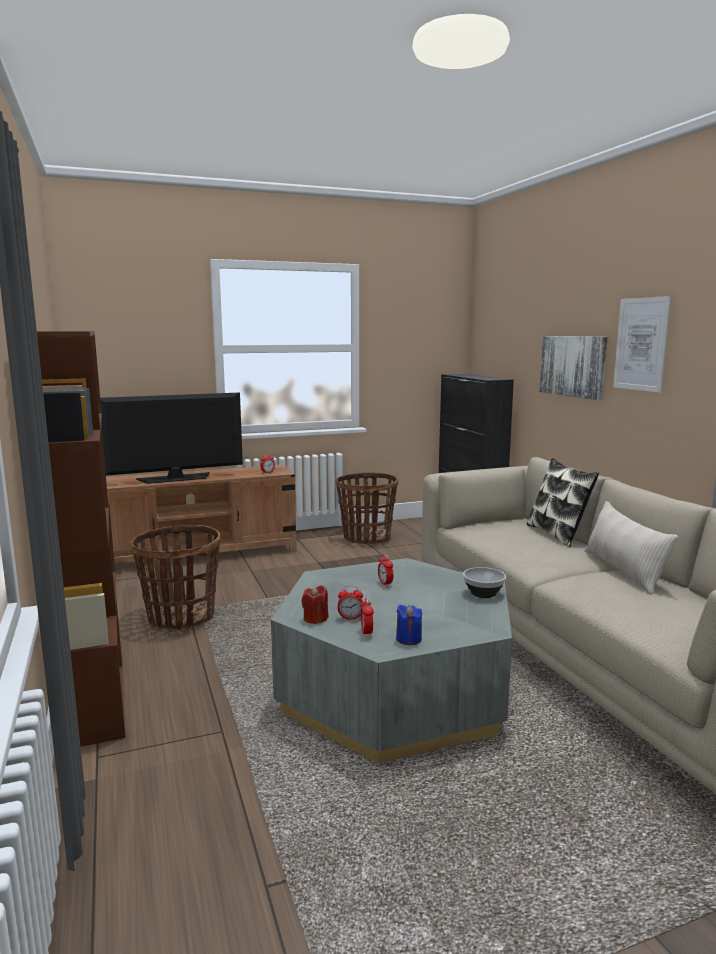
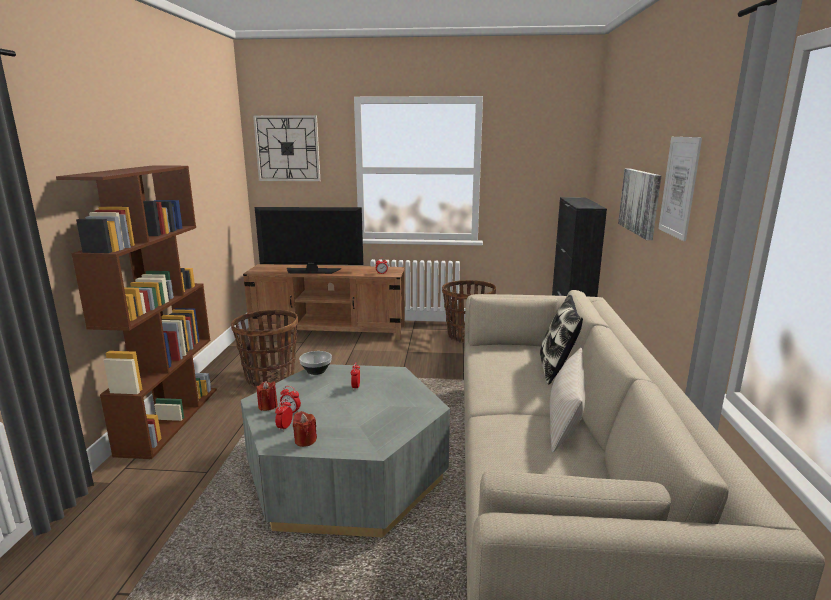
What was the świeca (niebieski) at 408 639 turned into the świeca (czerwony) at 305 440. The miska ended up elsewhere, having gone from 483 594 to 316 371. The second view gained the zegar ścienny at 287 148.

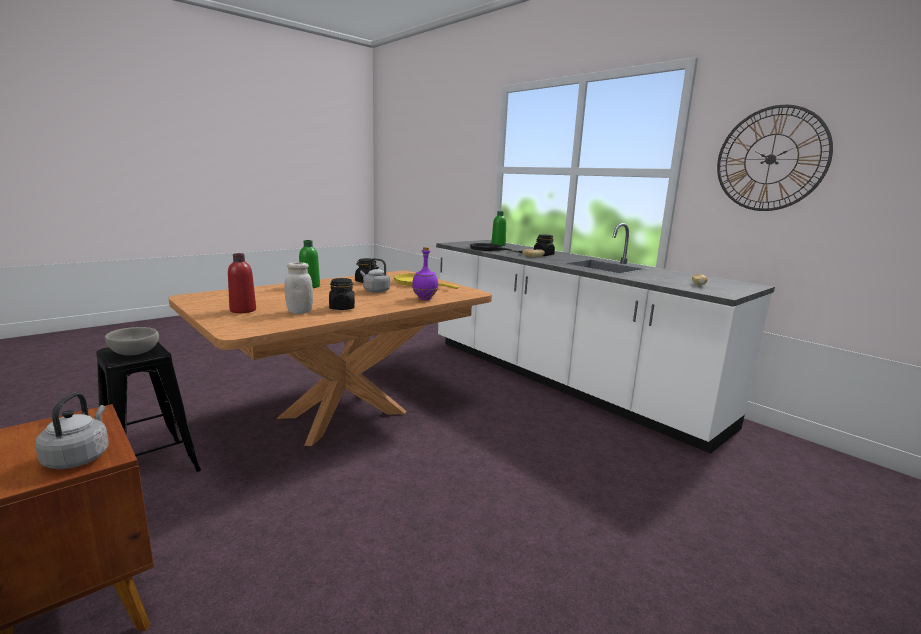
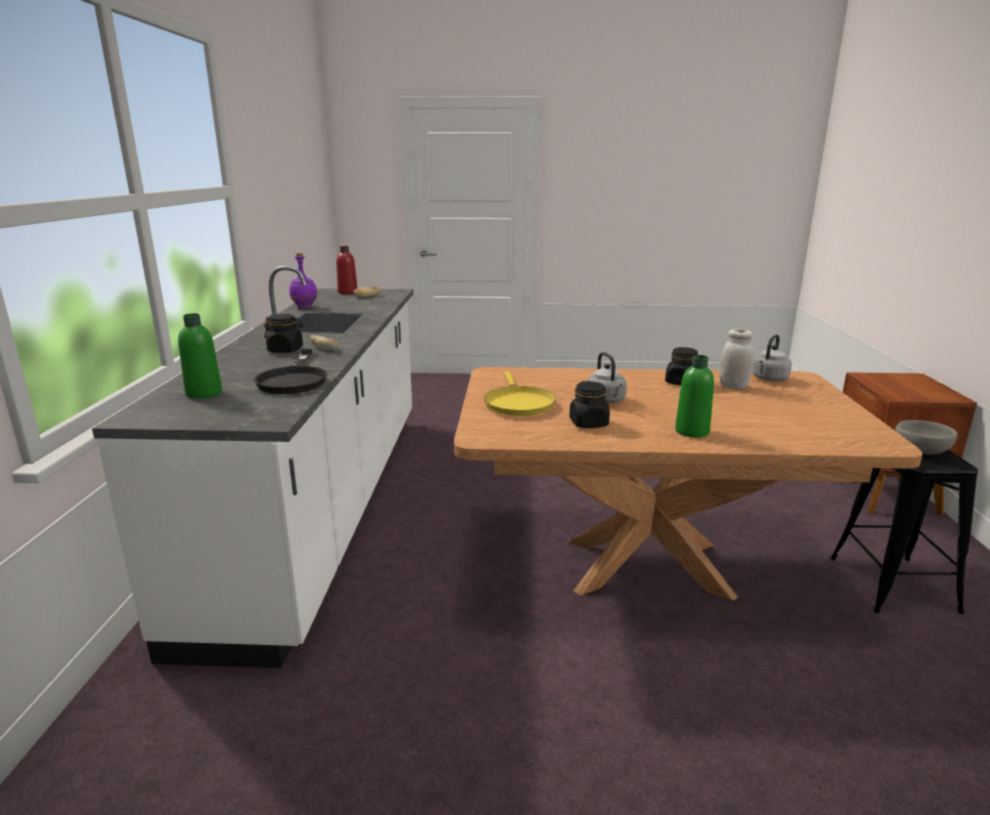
The czajnik (szary) ended up elsewhere, having gone from 79 457 to 768 379. The butelka (czerwony) ended up elsewhere, having gone from 243 310 to 347 292. The butelka (fioletowy) ended up elsewhere, having gone from 424 299 to 305 307. The second view lost the zegar ścienny at 770 159.

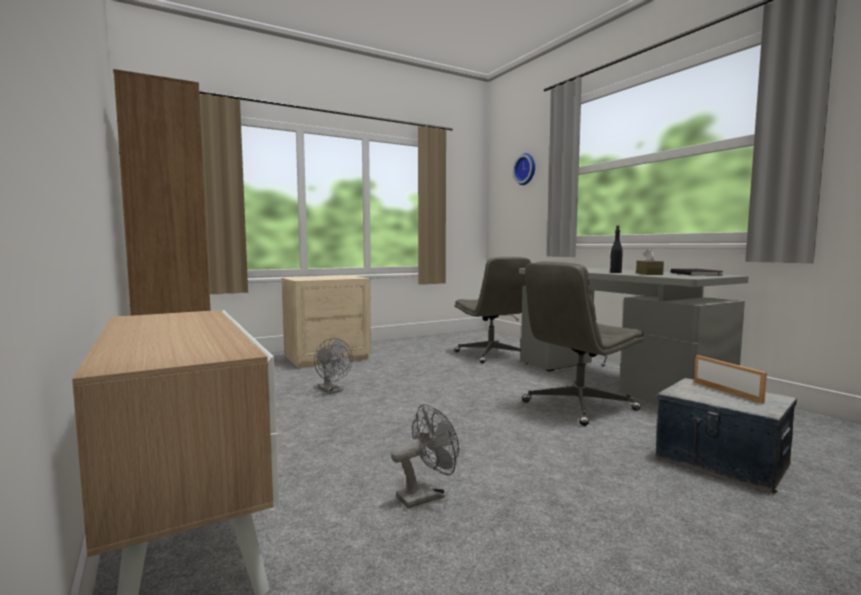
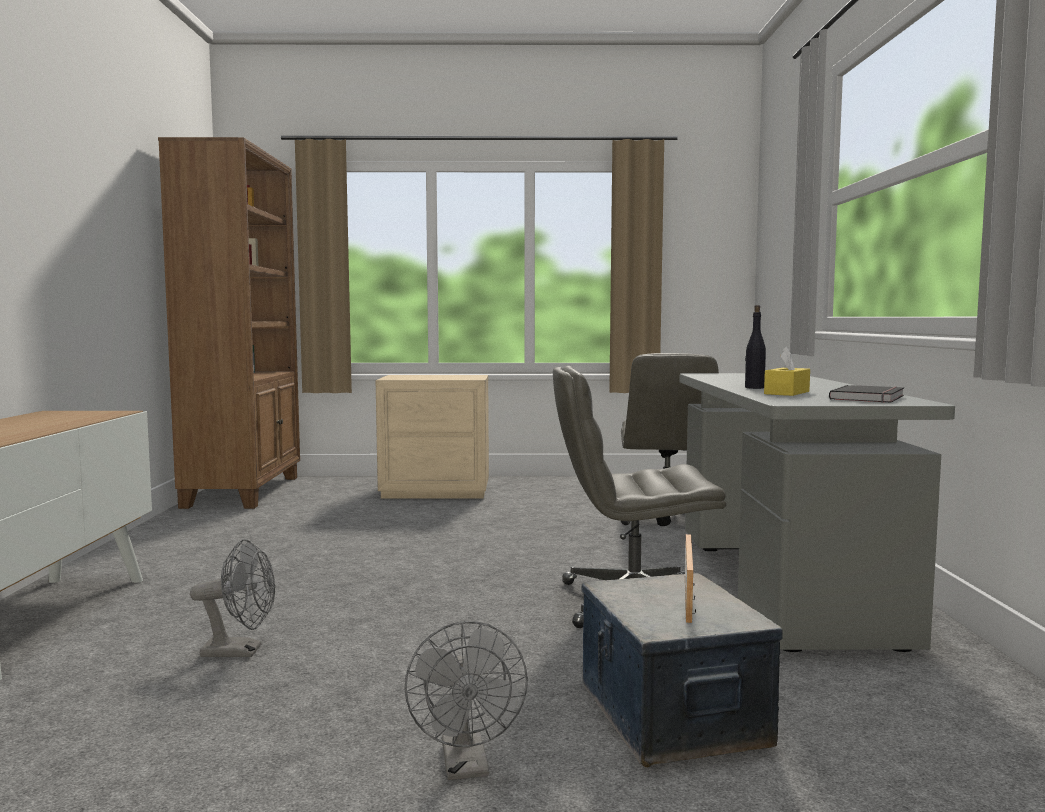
The wentylator (szary) ended up elsewhere, having gone from 332 391 to 467 767. The second view lost the zegar ścienny at 526 169. What was the pudełko chusteczek (brązowy) at 649 274 turned into the pudełko chusteczek (żółty) at 787 393.

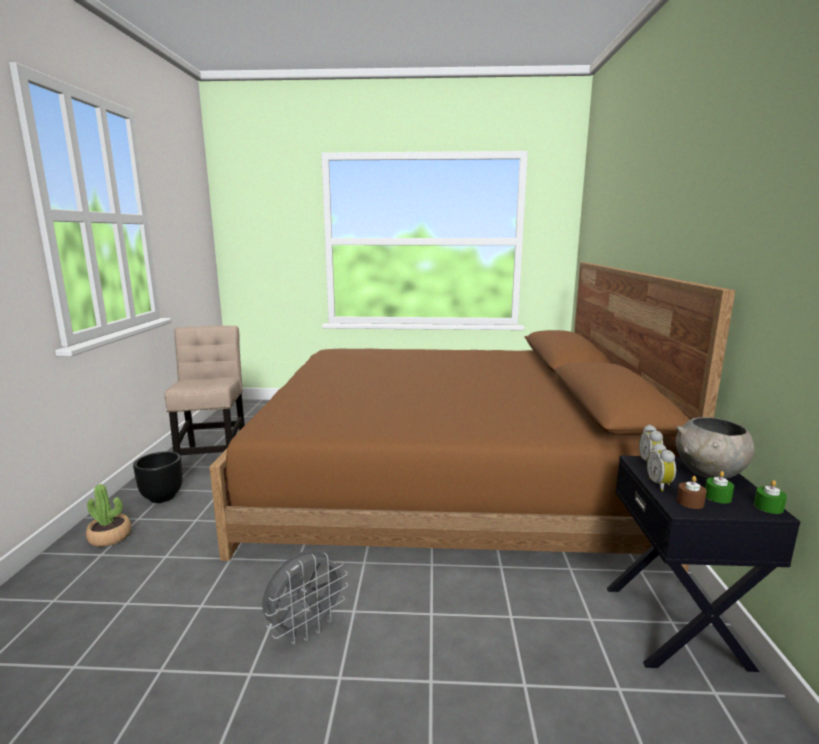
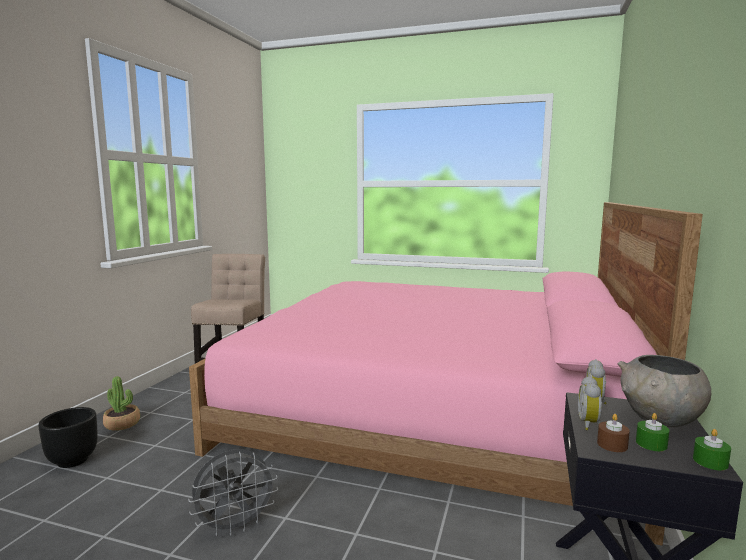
The donica (czarny) ended up elsewhere, having gone from 162 497 to 72 461. What was the łóżko (brązowy) at 445 470 turned into the łóżko (różowy) at 435 404.

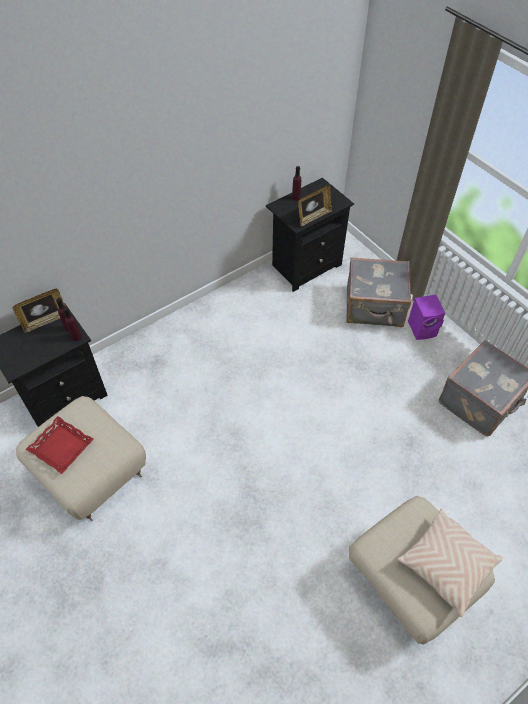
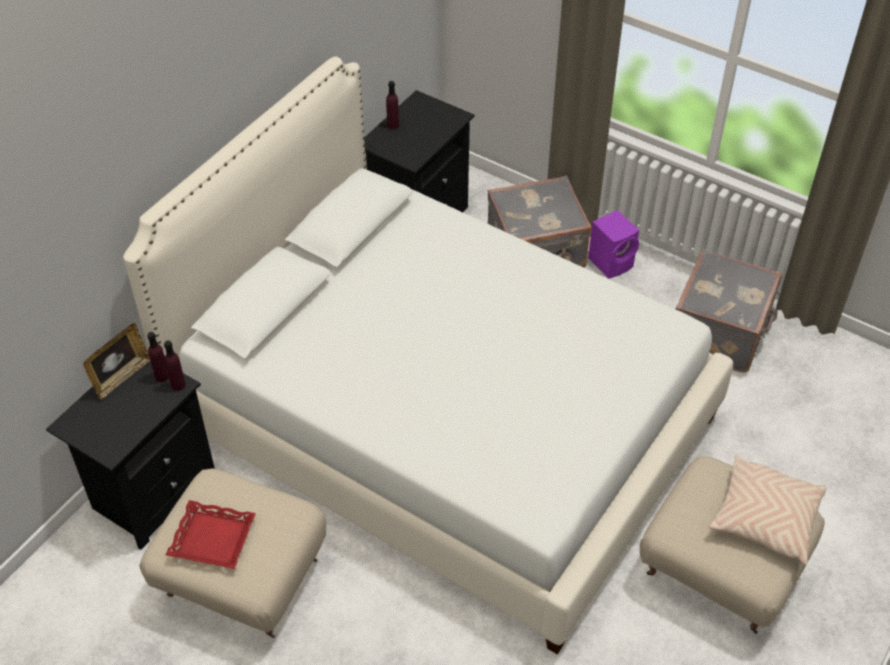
The second view lost the ramka na zdjęcie at 313 217. The second view gained the łóżko (biały) at 444 422.

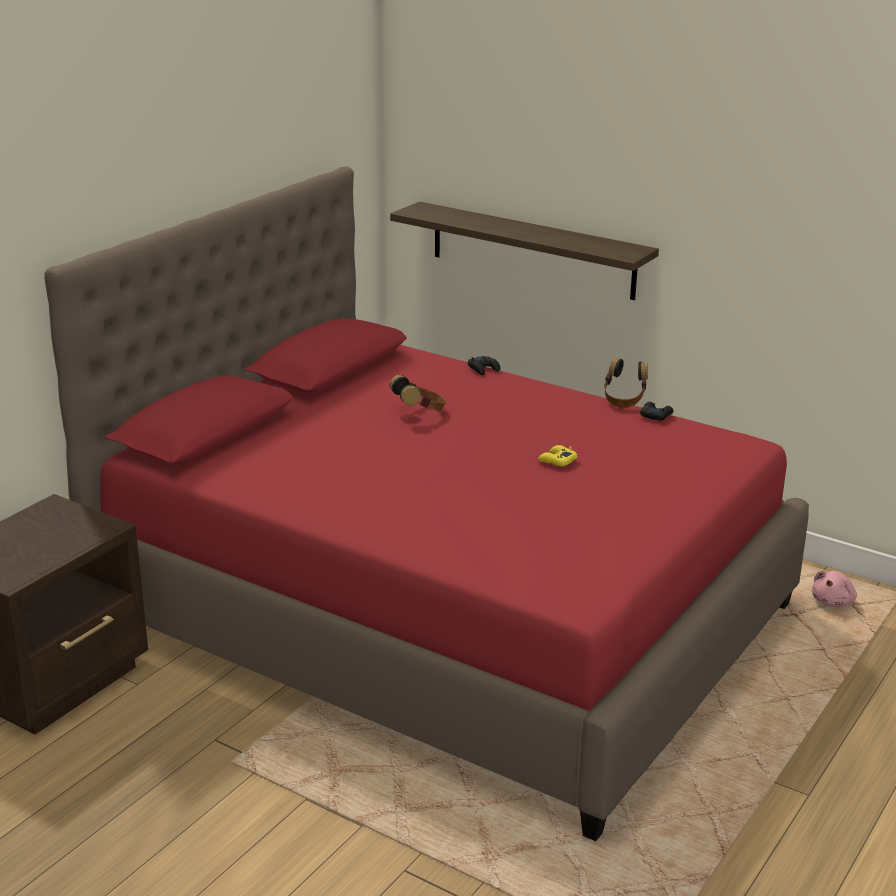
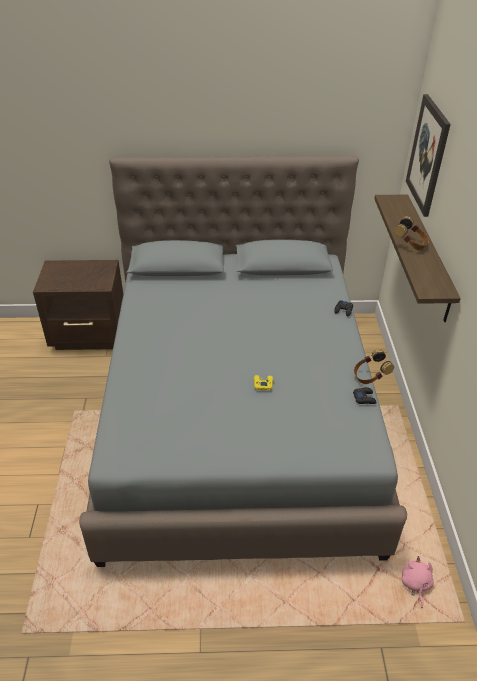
What was the łóżko (czerwony) at 444 613 turned into the łóżko (szary) at 238 417. The słuchawki ended up elsewhere, having gone from 420 412 to 410 245. The pluszak (różowy) at 833 601 ended up facing another way, 90 degrees clockwise from before. The second view gained the obraz at 428 155.

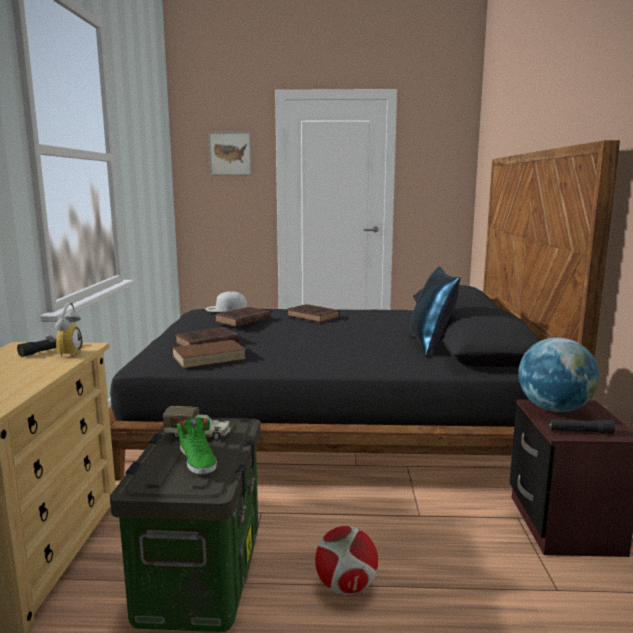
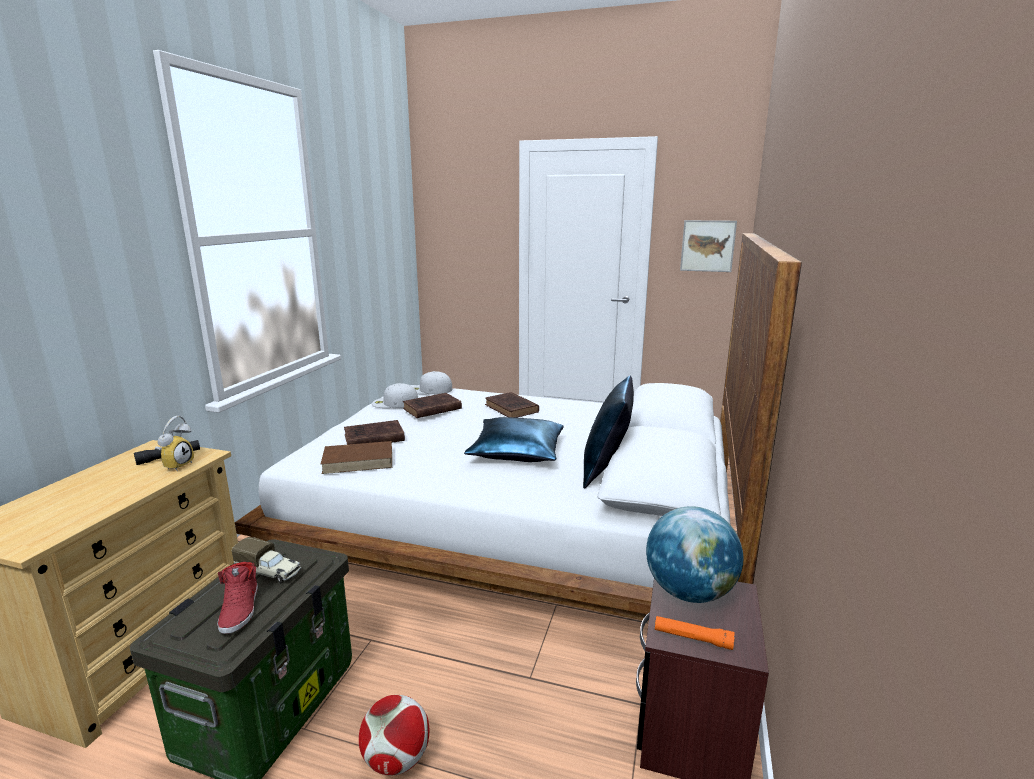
What was the łóżko (czarny) at 334 418 turned into the łóżko (biały) at 515 525. What was the but (zielony) at 198 460 turned into the but (czerwony) at 240 609. The obraz ended up elsewhere, having gone from 230 153 to 707 246. What was the latarka (czarny) at 580 432 turned into the latarka (pomarańczowy) at 692 638. The second view gained the czapka z daszkiem (biały) at 394 403. The second view gained the poduszka (niebieski) at 516 451.

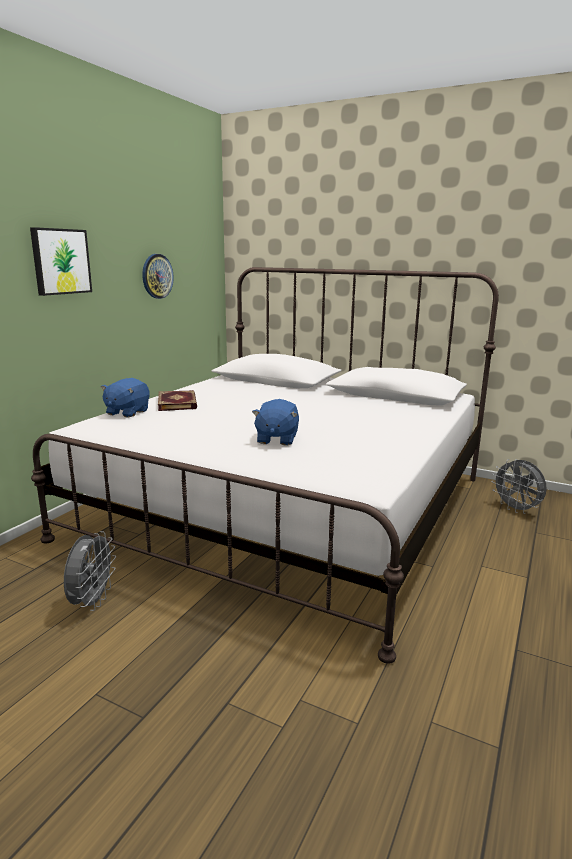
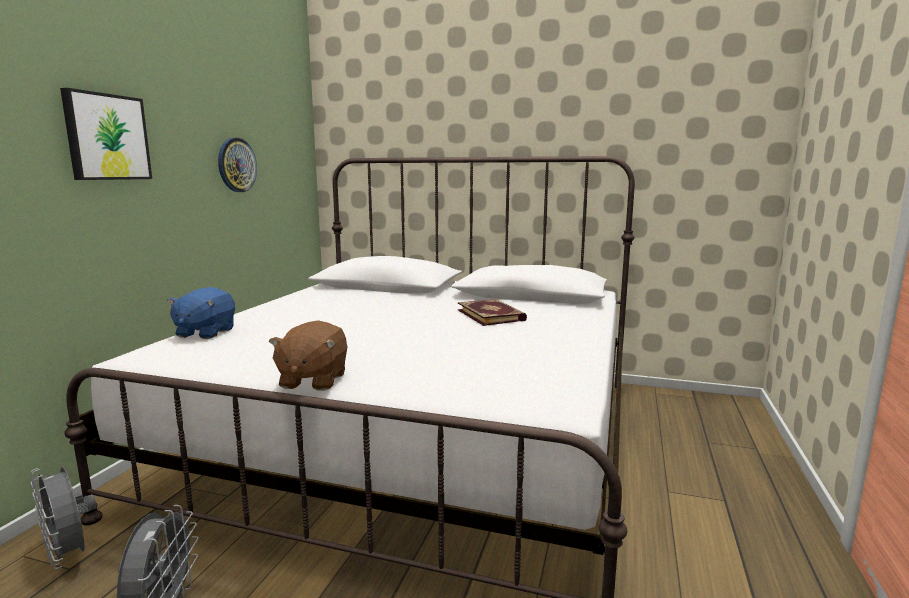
The książka ended up elsewhere, having gone from 178 403 to 491 315. The second view lost the pluszak (niebieski) at 276 439. The wentylator (szary) ended up elsewhere, having gone from 516 509 to 69 555. The second view gained the pluszak (brązowy) at 312 380.

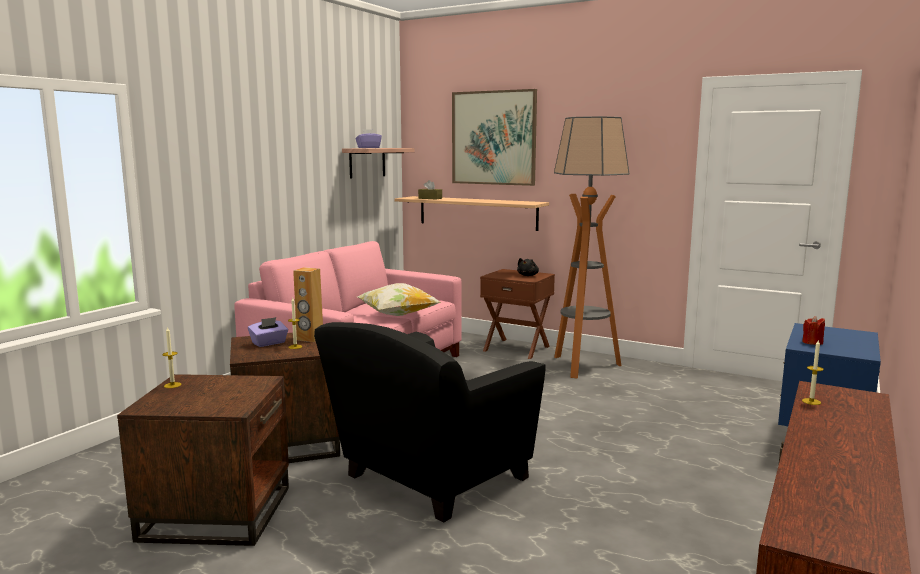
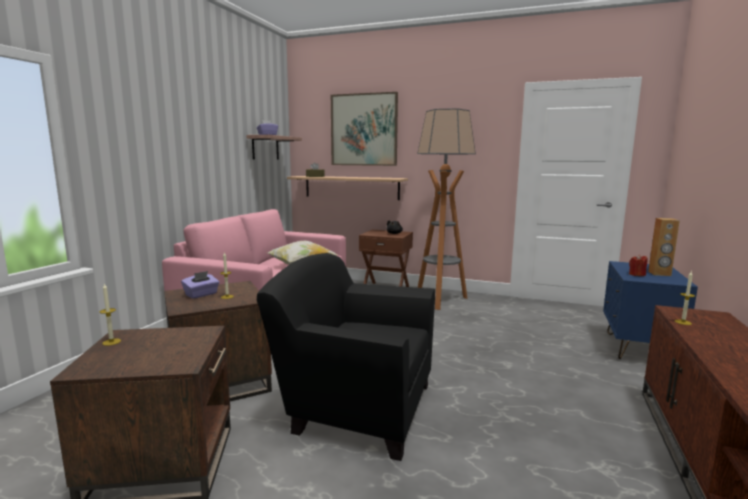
The głośnik (brązowy) ended up elsewhere, having gone from 310 339 to 659 274. The fotel (czarny) at 428 479 ended up facing another way, 75 degrees clockwise from before.

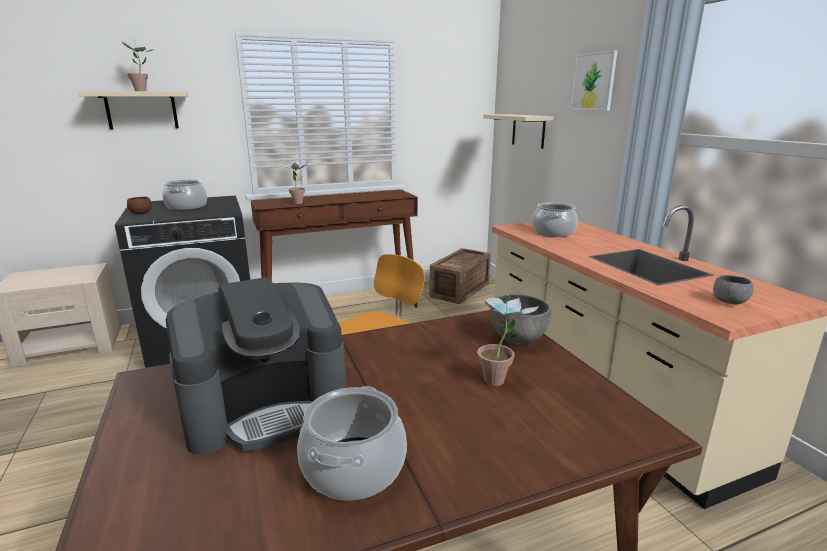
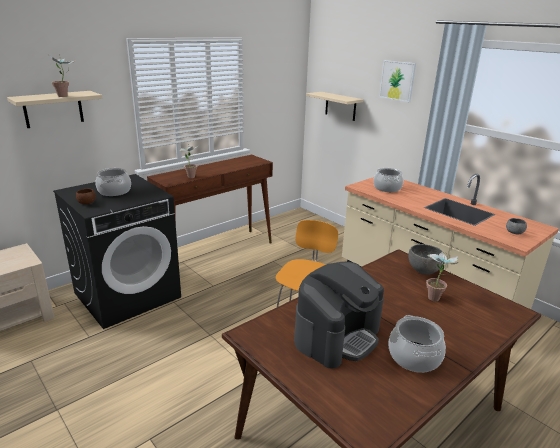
The second view lost the skrzynka at 461 290.

